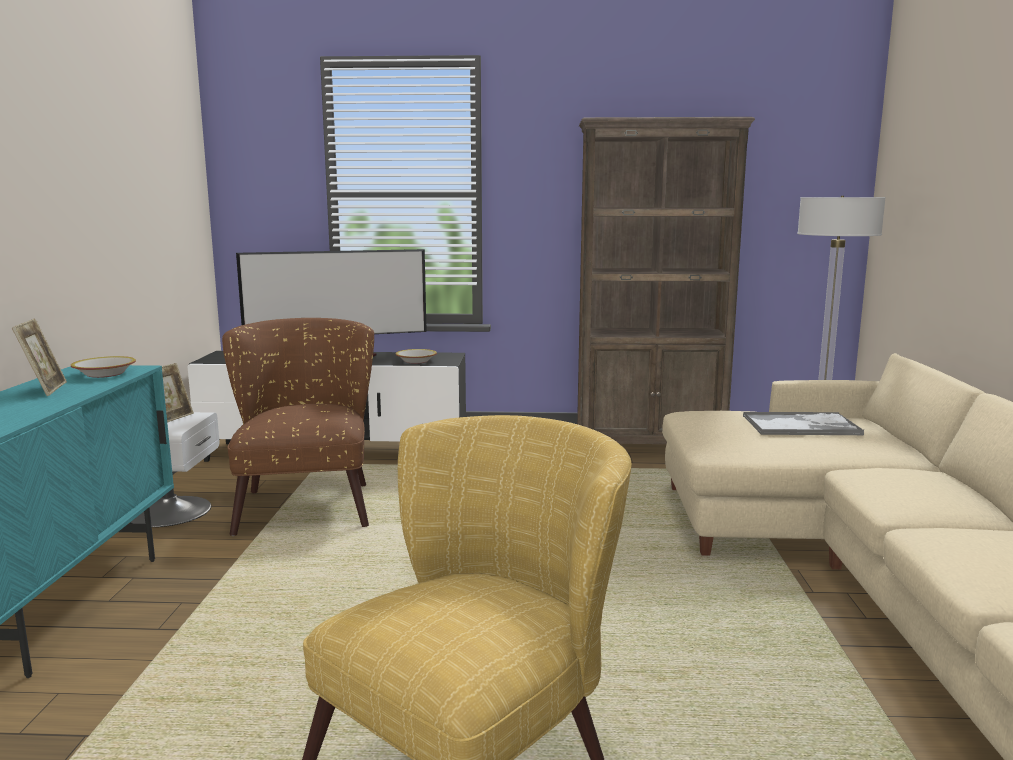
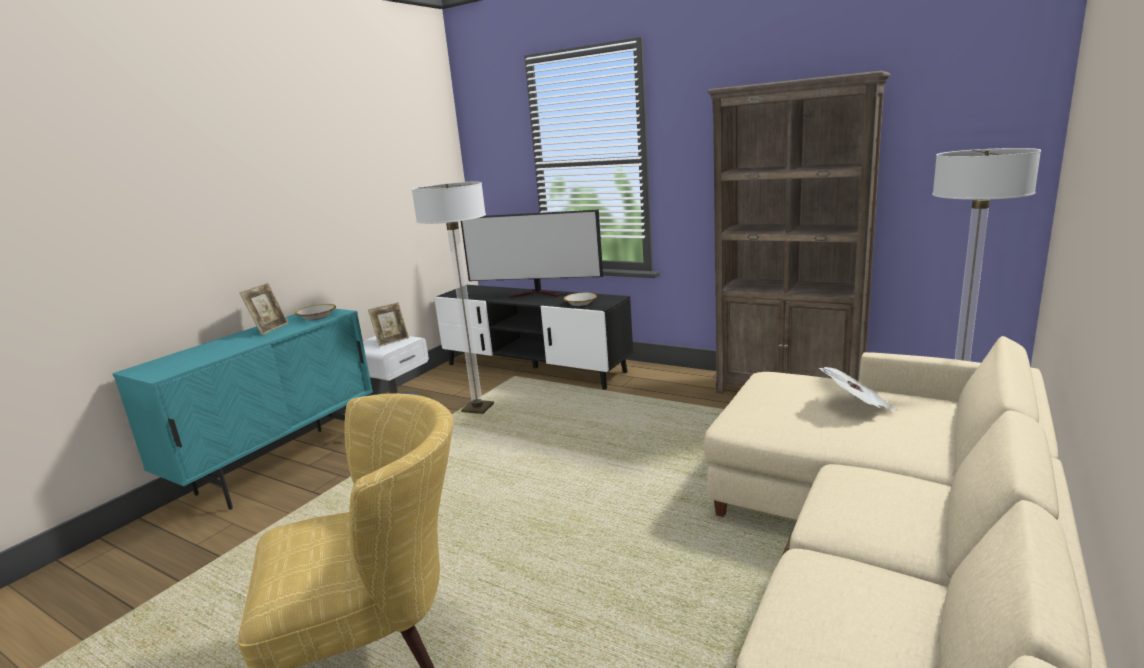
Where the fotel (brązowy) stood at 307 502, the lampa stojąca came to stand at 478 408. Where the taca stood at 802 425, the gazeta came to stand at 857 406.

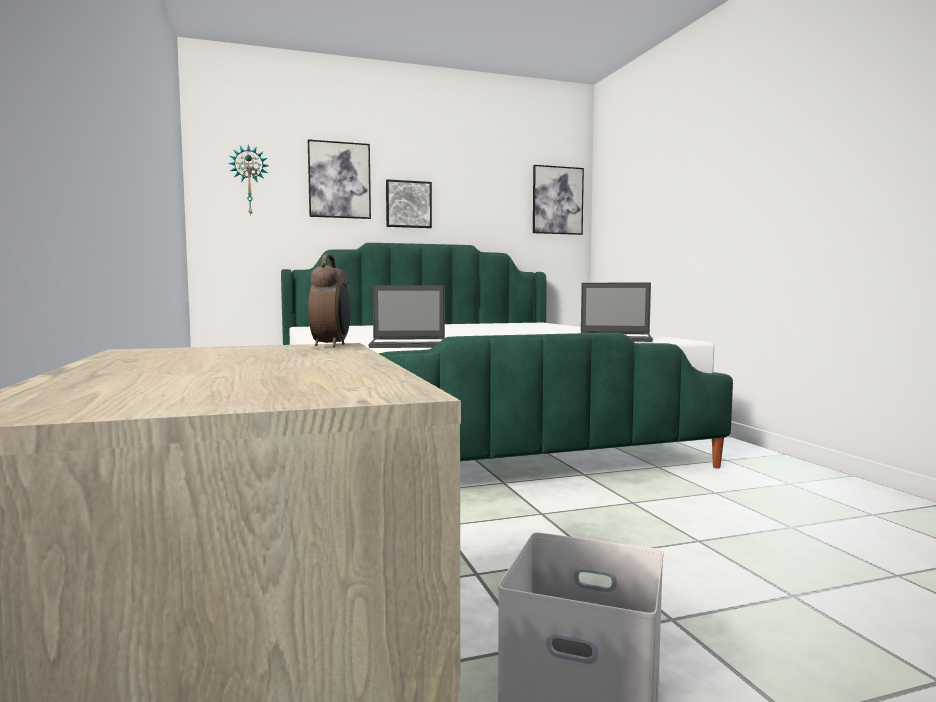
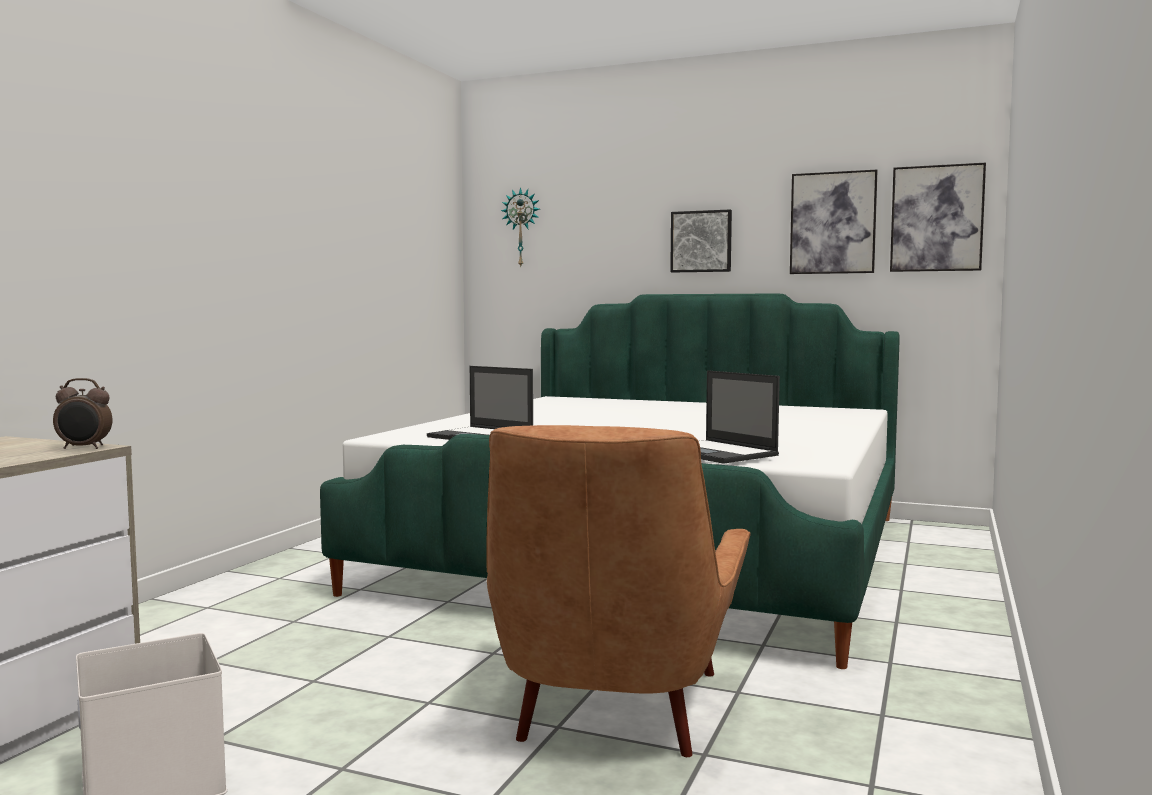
The obraz ended up elsewhere, having gone from 339 180 to 833 223. The budzik at 332 346 ended up facing another way, 45 degrees clockwise from before. The second view gained the fotel (brązowy) at 613 715.

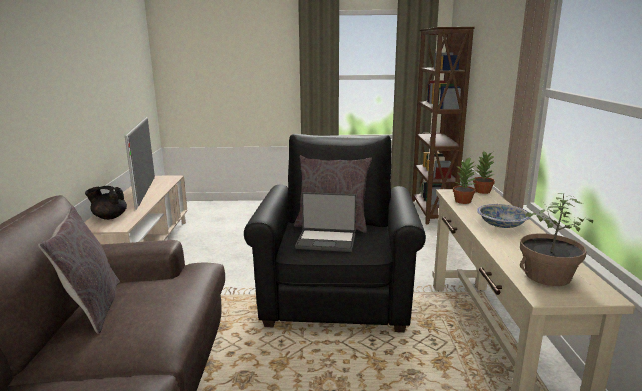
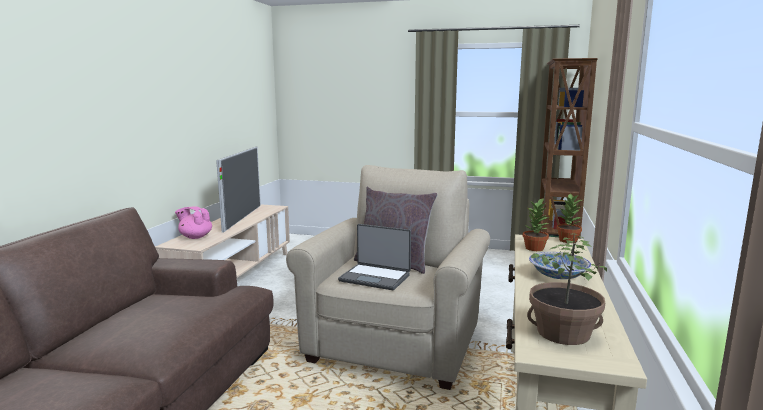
The second view lost the poduszka (szary) at 92 308. What was the imbryk (czarny) at 109 217 turned into the imbryk (różowy) at 195 237. What was the fotel (czarny) at 337 296 turned into the fotel (beżowy) at 397 342.

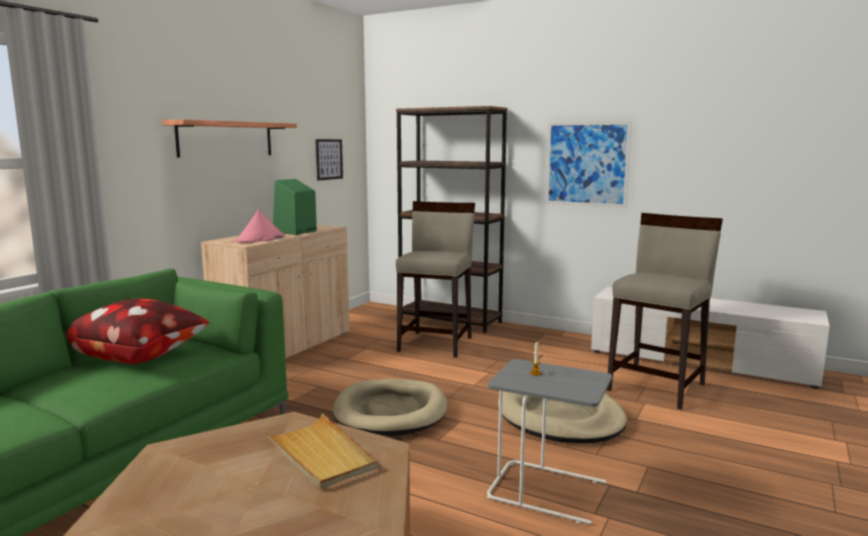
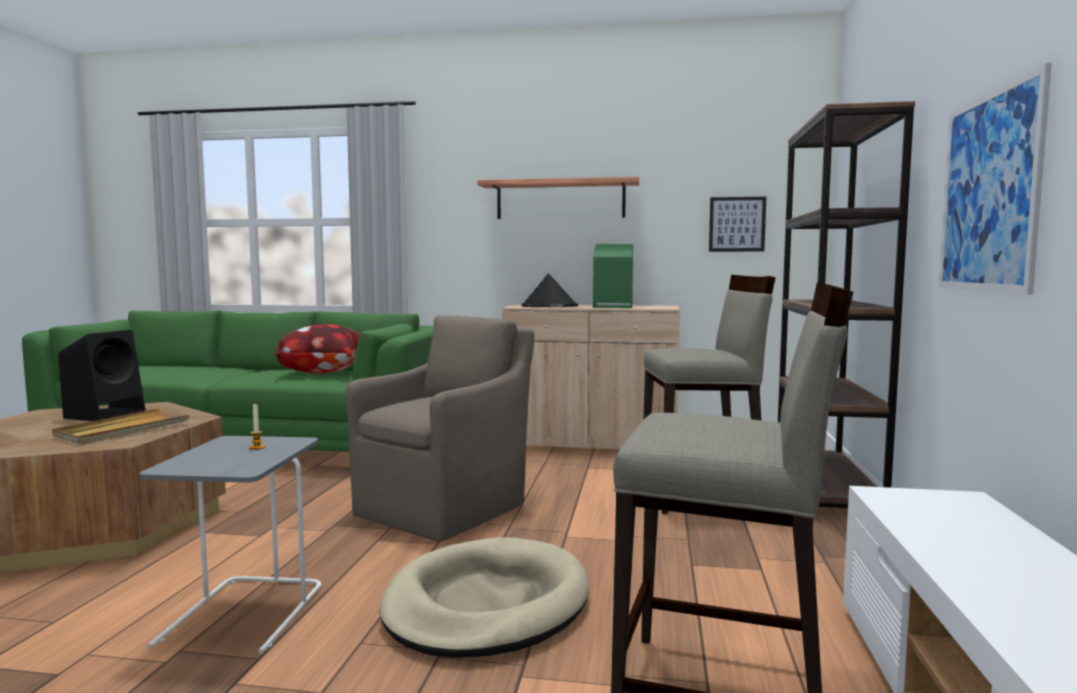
What was the kapelusz (różowy) at 260 239 turned into the kapelusz (czarny) at 549 306. Where the legowisko (beżowy) stood at 391 411, the fotel (brązowy) came to stand at 445 508. The second view gained the głośnik (czarny) at 106 414.

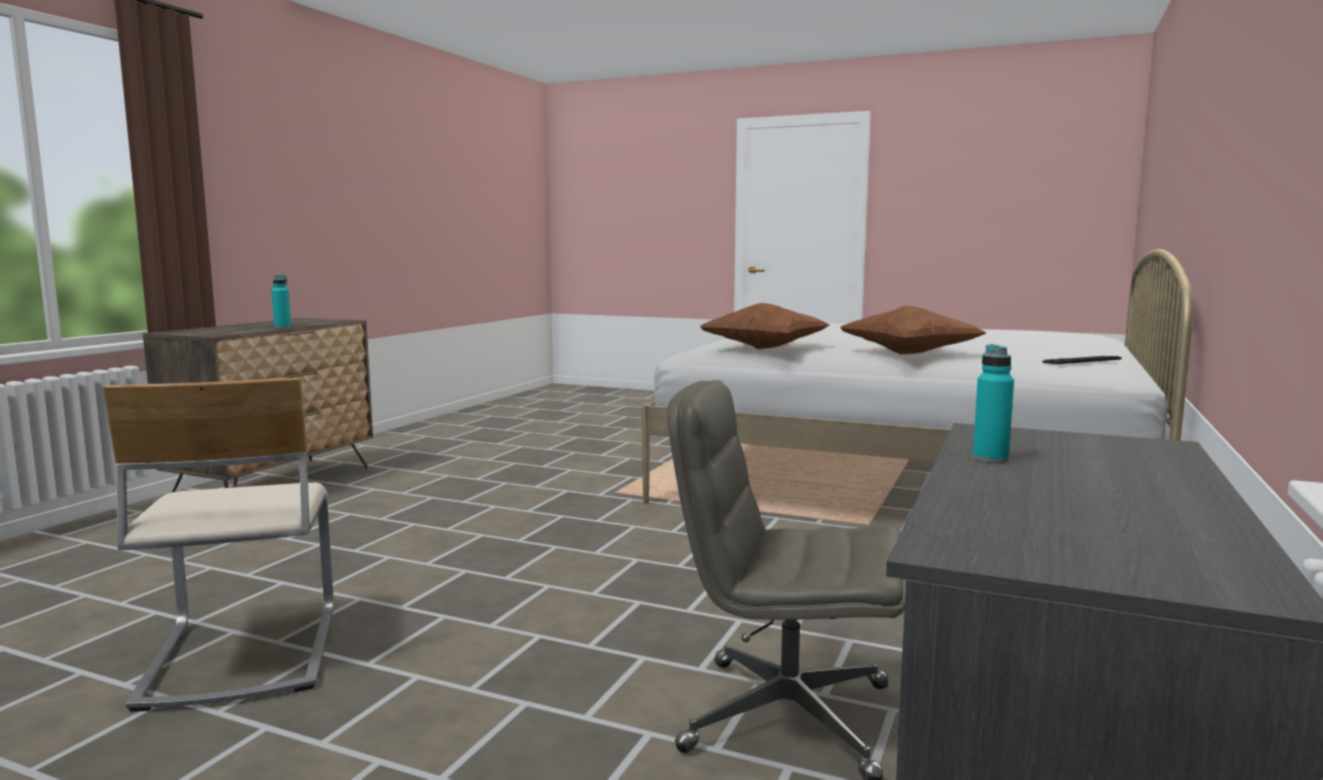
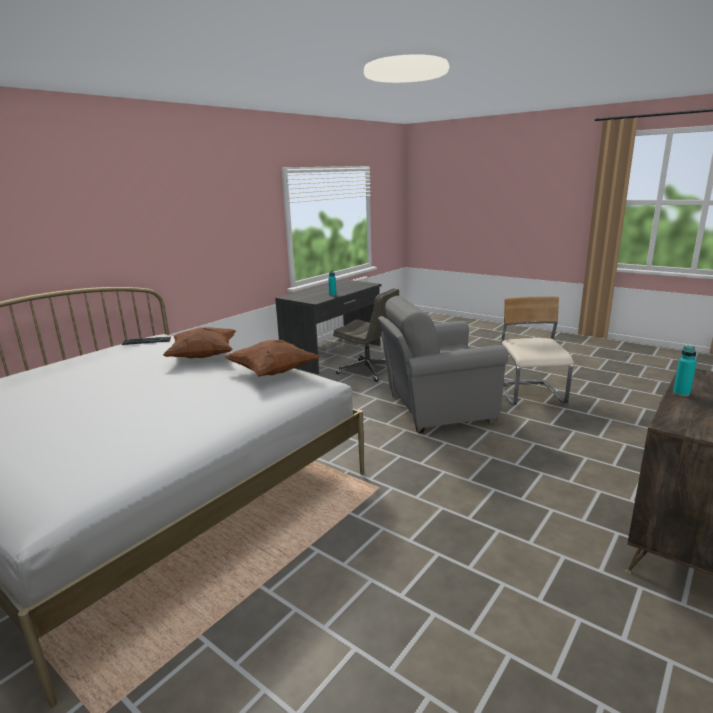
The second view gained the fotel (szary) at 435 409.

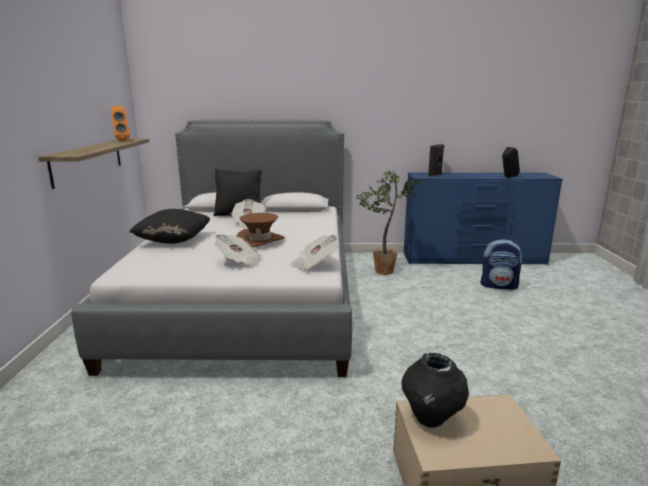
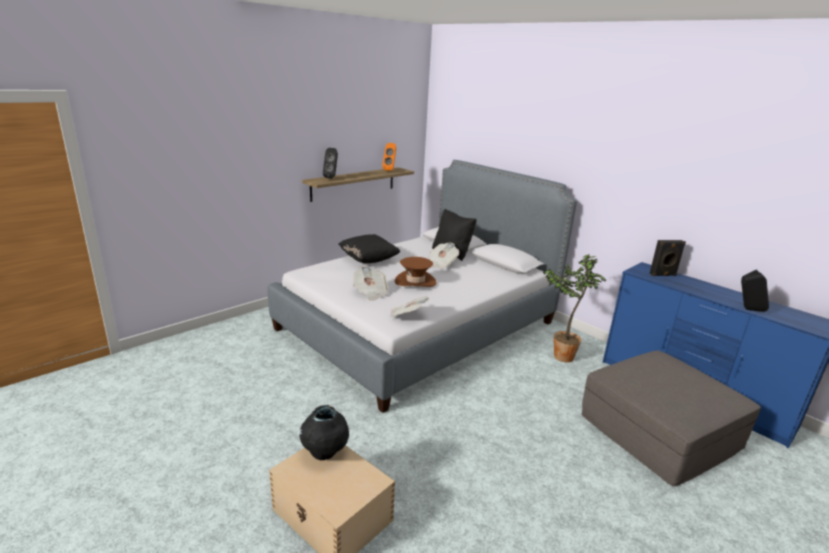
Where the plecak stood at 499 285, the pufa (szary) came to stand at 659 431. The second view gained the głośnik (czarny) at 332 177.

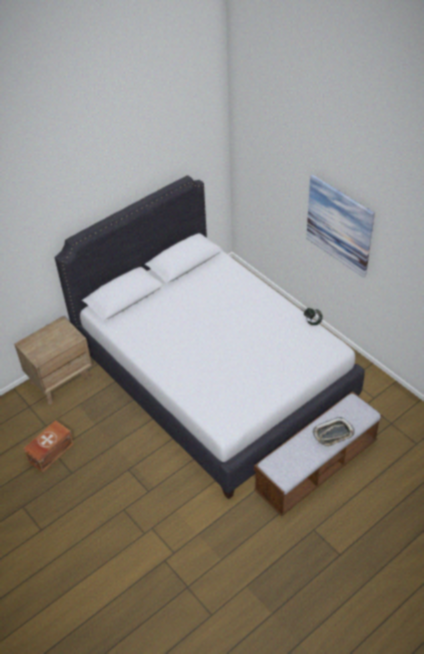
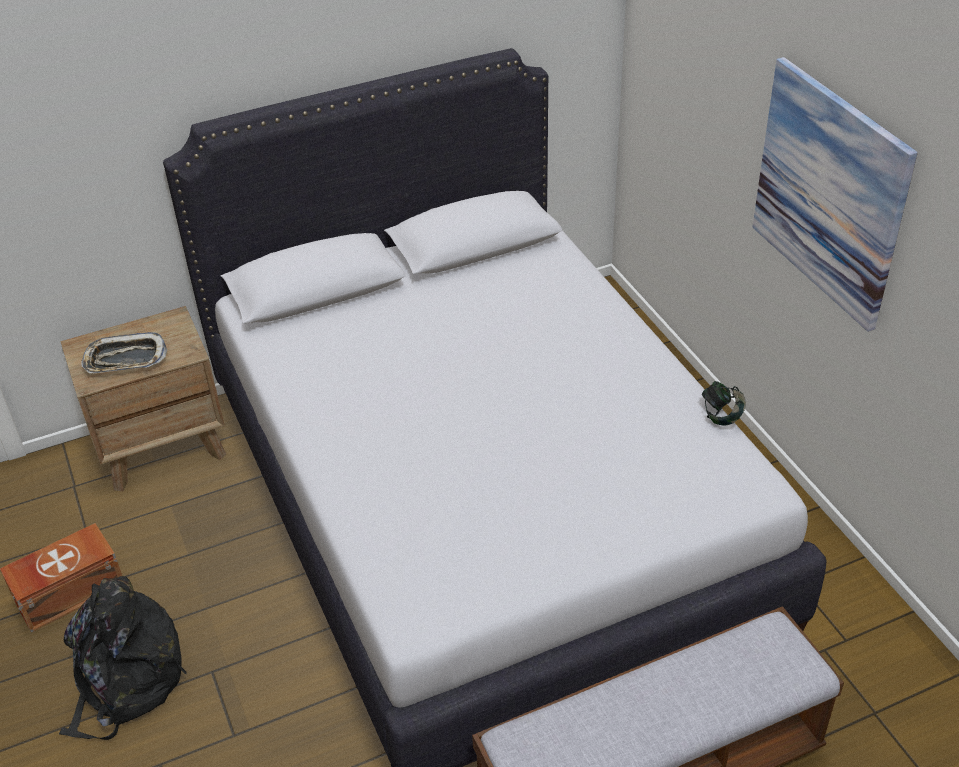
The taca ended up elsewhere, having gone from 333 434 to 125 359. The second view gained the plecak (czarny) at 125 682.

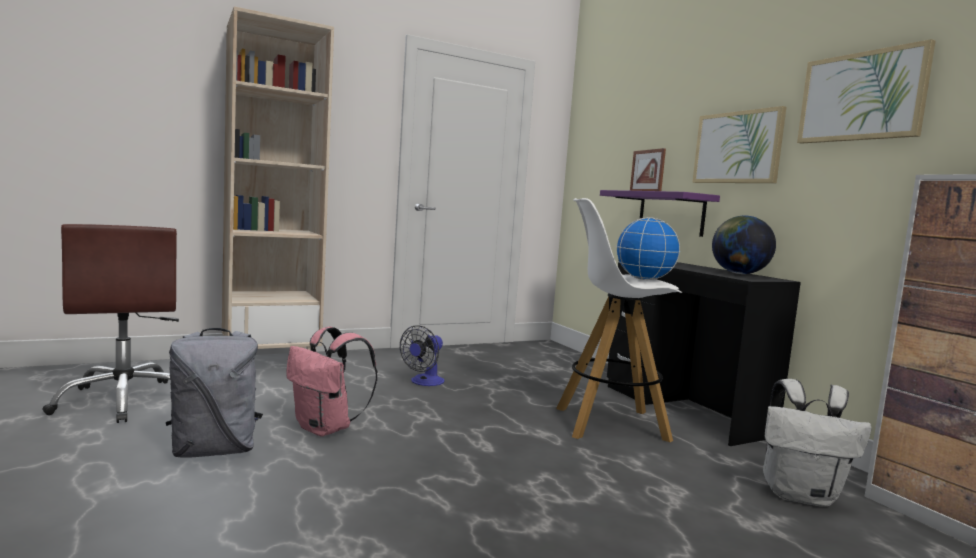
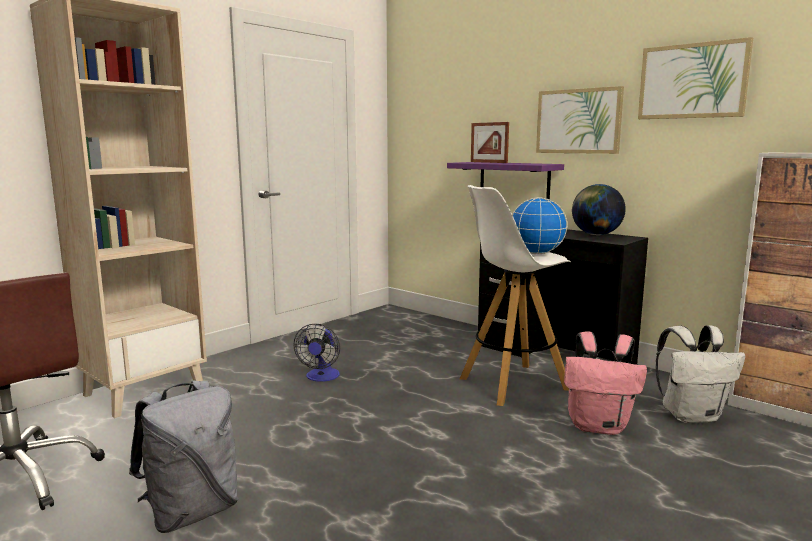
The plecak (różowy) ended up elsewhere, having gone from 326 429 to 599 426.

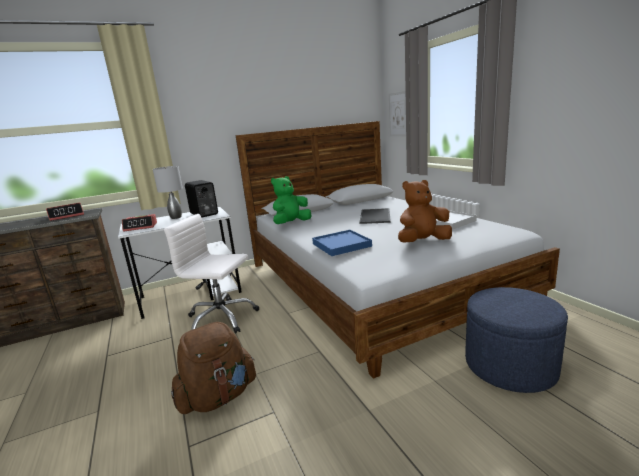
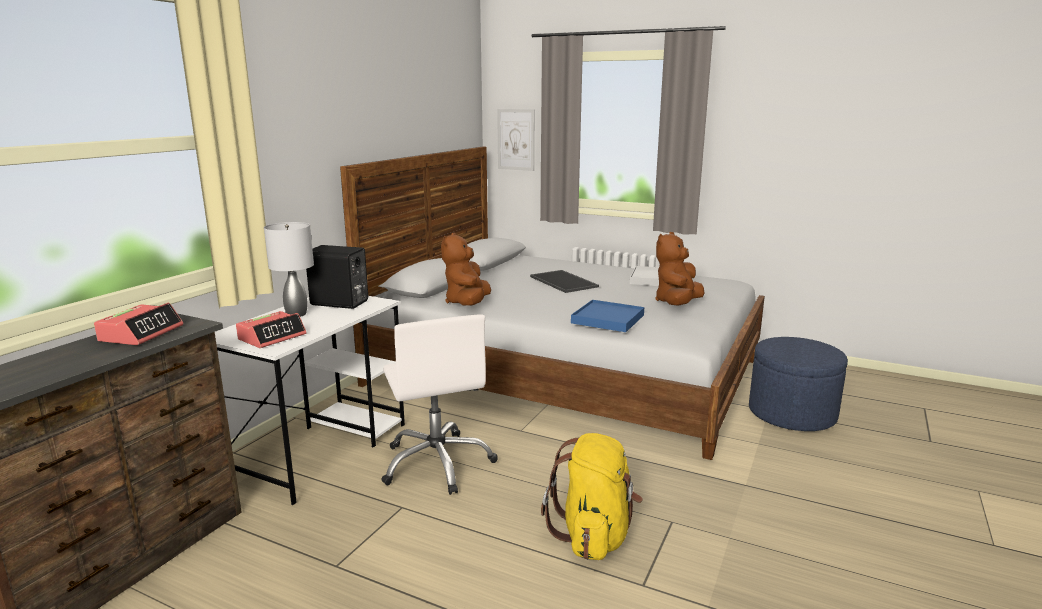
The krzesło biurowe (biały) at 221 318 ended up facing another way, 90 degrees counterclockwise from before. What was the plecak (brązowy) at 218 397 turned into the plecak (żółty) at 594 535. What was the pluszak (zielony) at 291 223 turned into the pluszak (brązowy) at 467 303.

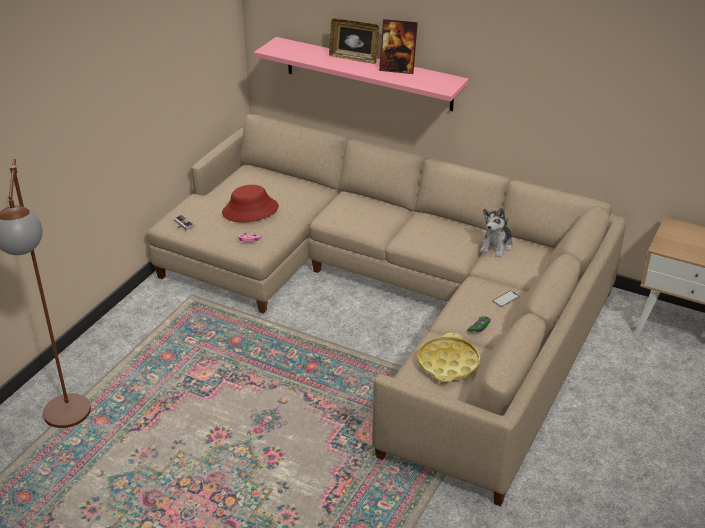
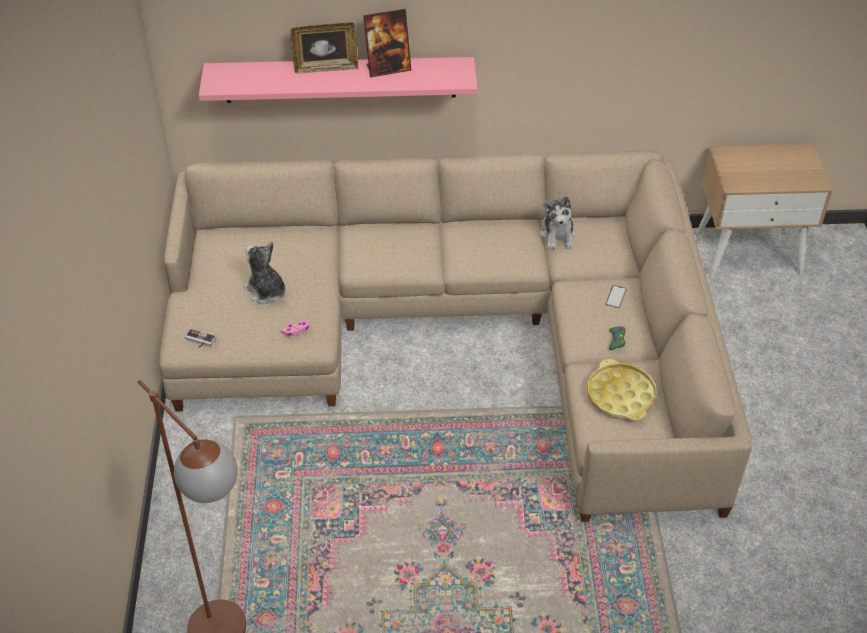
Where the kapelusz (czerwony) stood at 250 210, the pluszak came to stand at 266 291.

